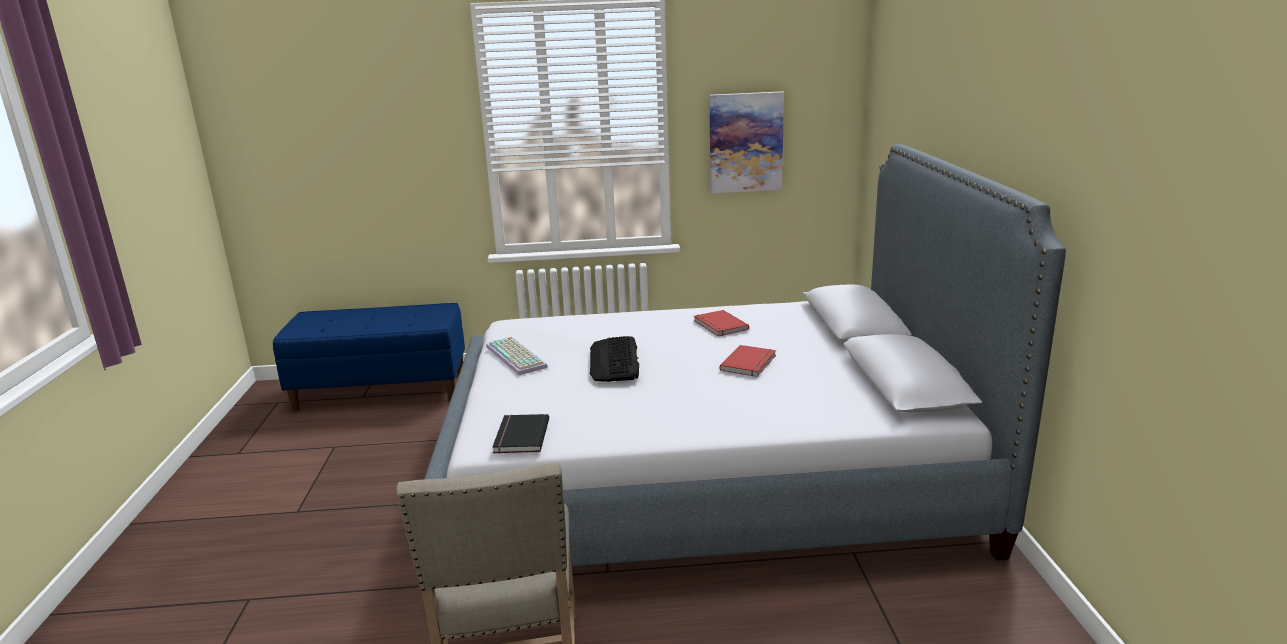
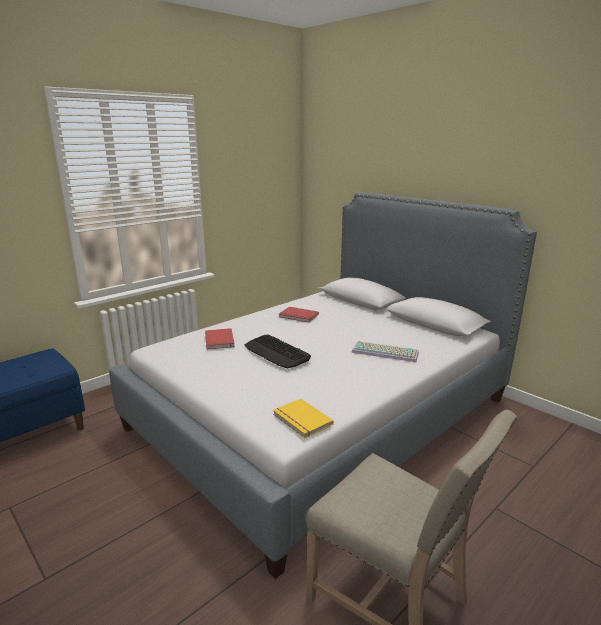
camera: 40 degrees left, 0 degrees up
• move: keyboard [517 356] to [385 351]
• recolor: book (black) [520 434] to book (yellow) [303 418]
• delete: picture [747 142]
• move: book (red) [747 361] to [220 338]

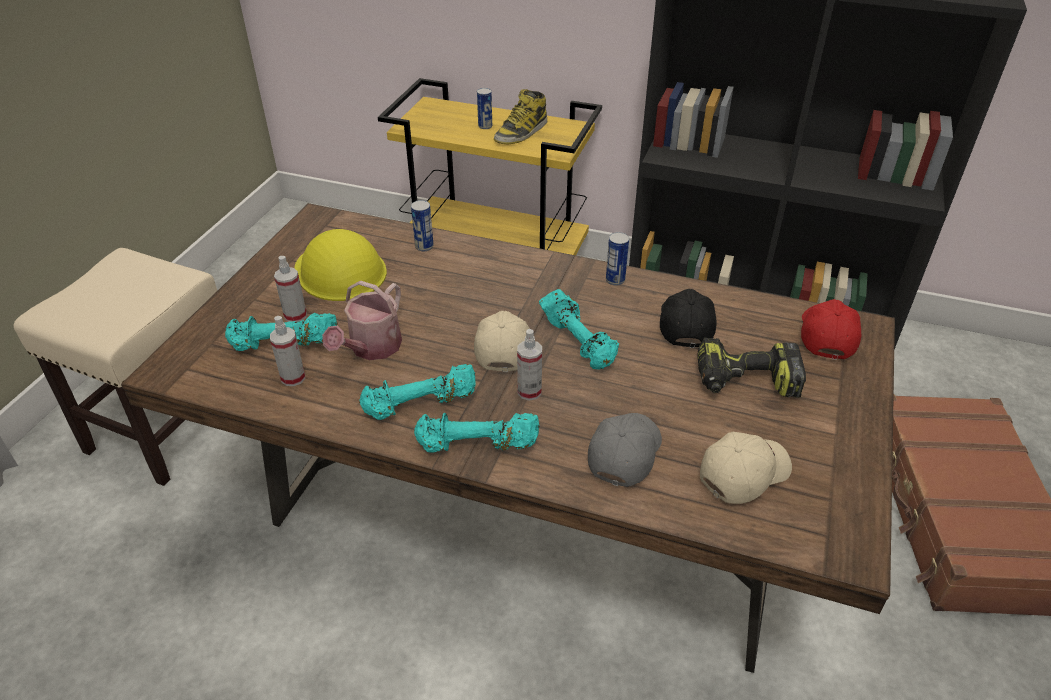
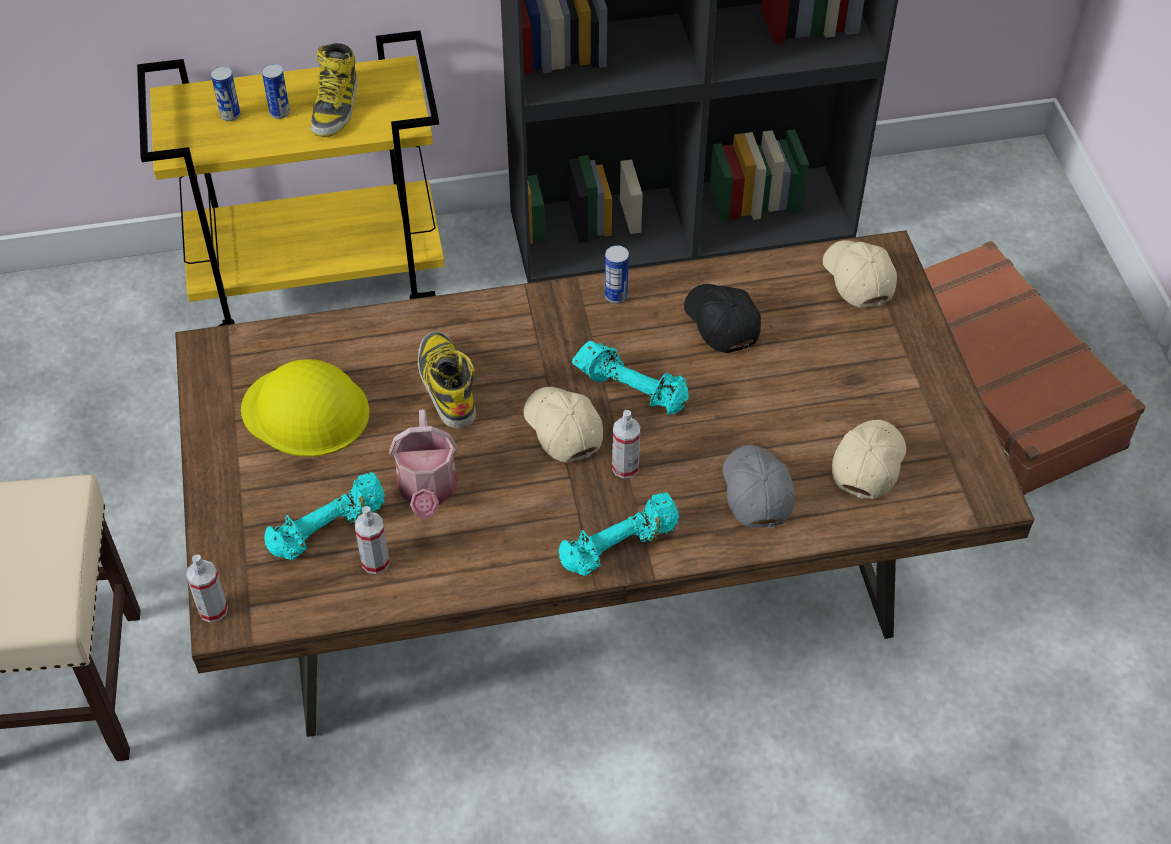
camera: 30 degrees left, 10 degrees up
• move: spray bottle [290 289] to [207 589]
• delete: dumbbell (turquoise) [417 392]
• move: can [422 225] to [225 93]
• delete: power drill [751 368]
• recolor: cap (red) [831 329] to cap (beige) [860 274]
• insert: boot [447 380]

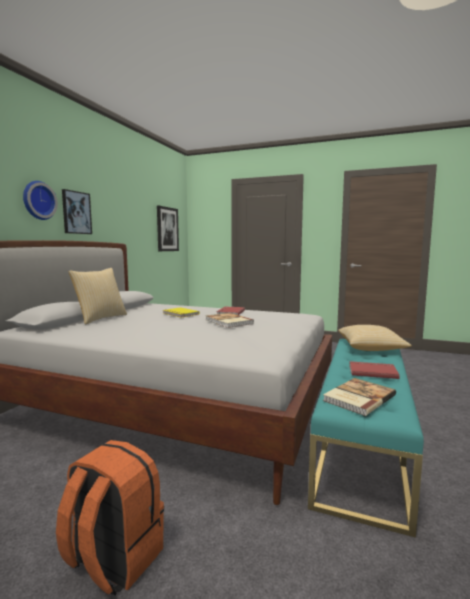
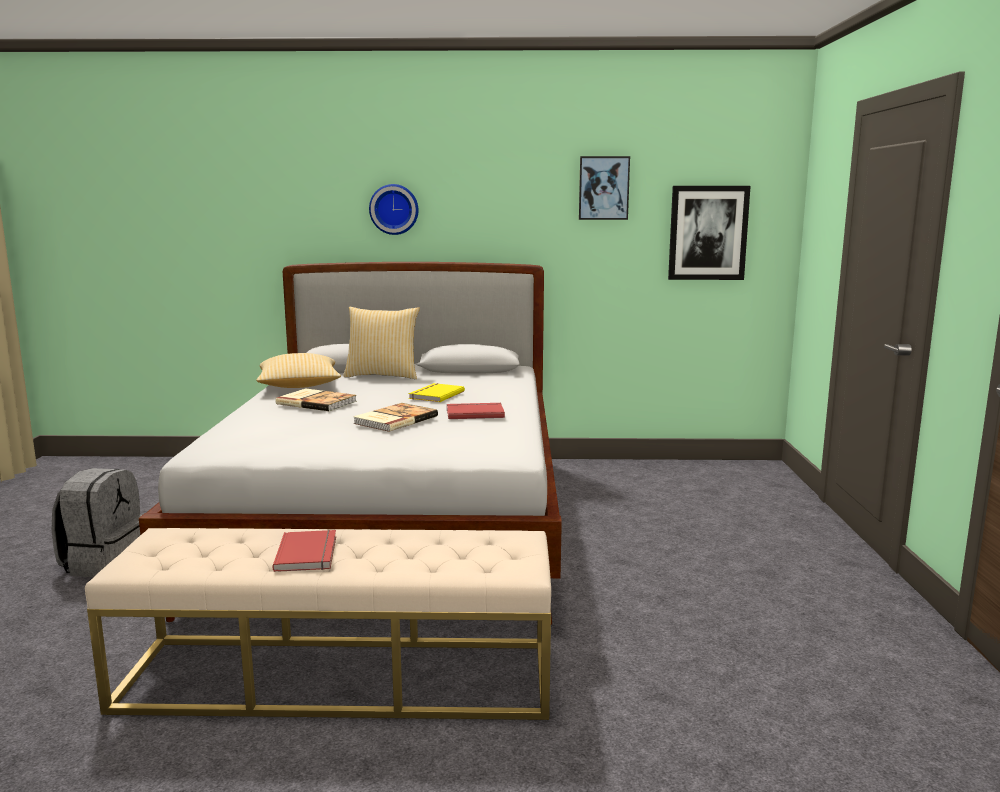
camera: 70 degrees right, 5 degrees up
• recolor: backpack (orange) [110 518] to backpack (grey) [97 522]
• move: picture [77 211] to [604 188]
• recolor: bench (turquoise) [366 438] to bench (beige) [318 624]
• move: book [359 397] to [316 399]
• move: pillow [375 338] to [298 370]

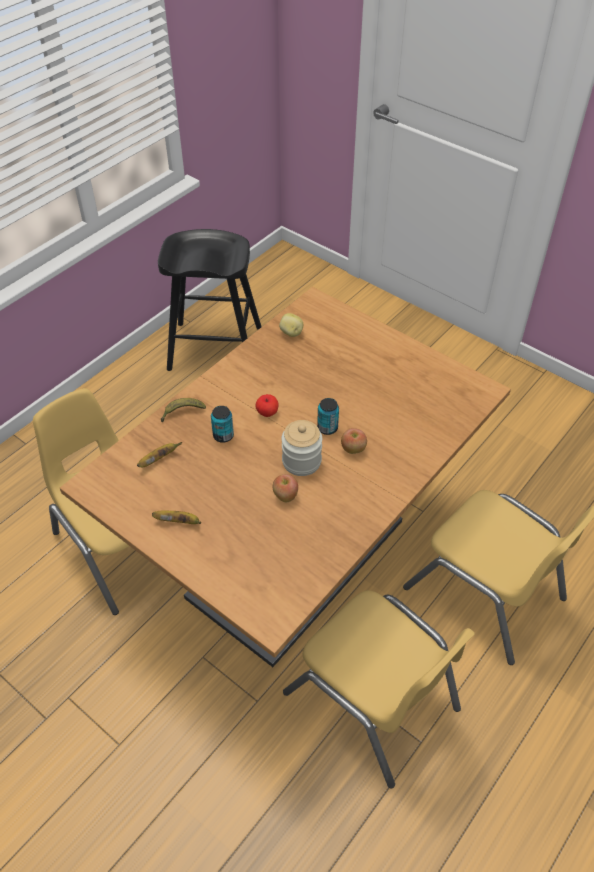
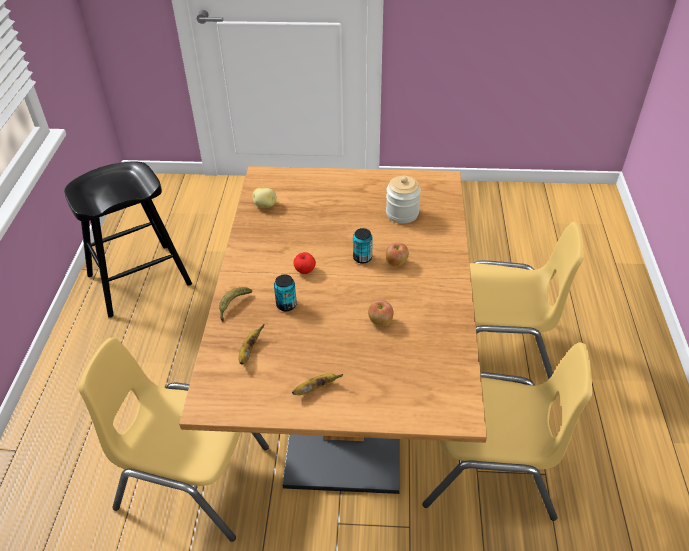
camera: 35 degrees left, 5 degrees down
• move: jar [302 448] to [403 200]

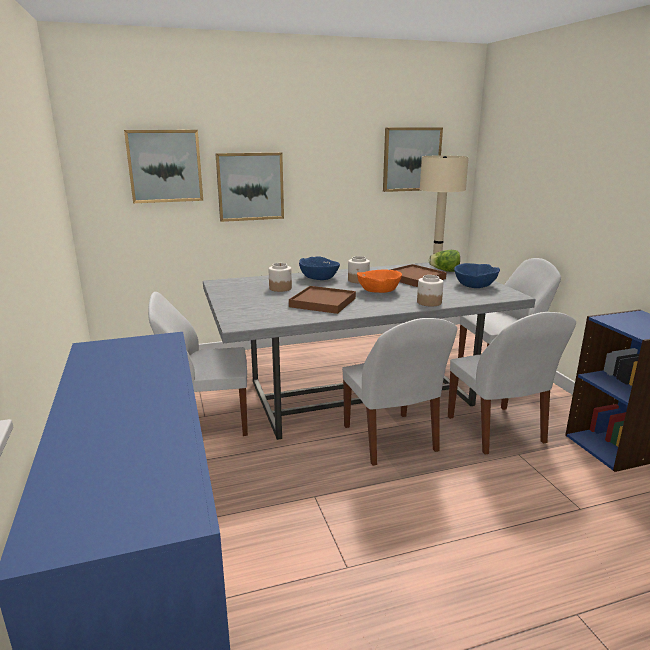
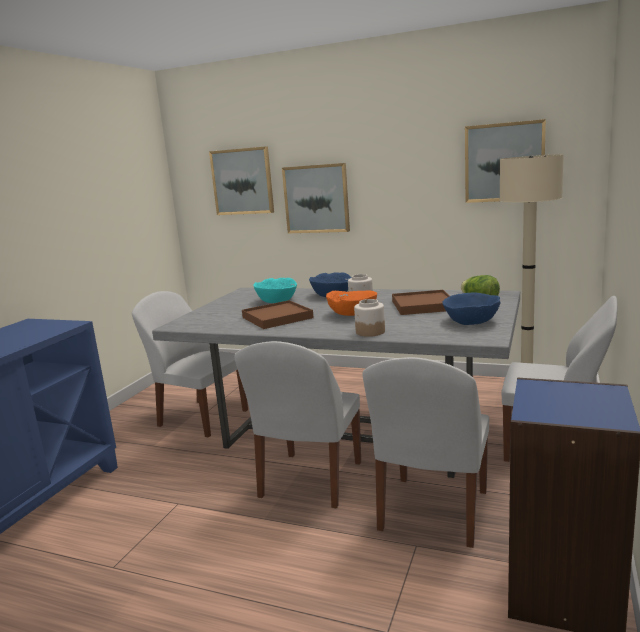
camera: 40 degrees right, 5 degrees down
• replace: jar [280 277] to bowl (turquoise) [275 290]

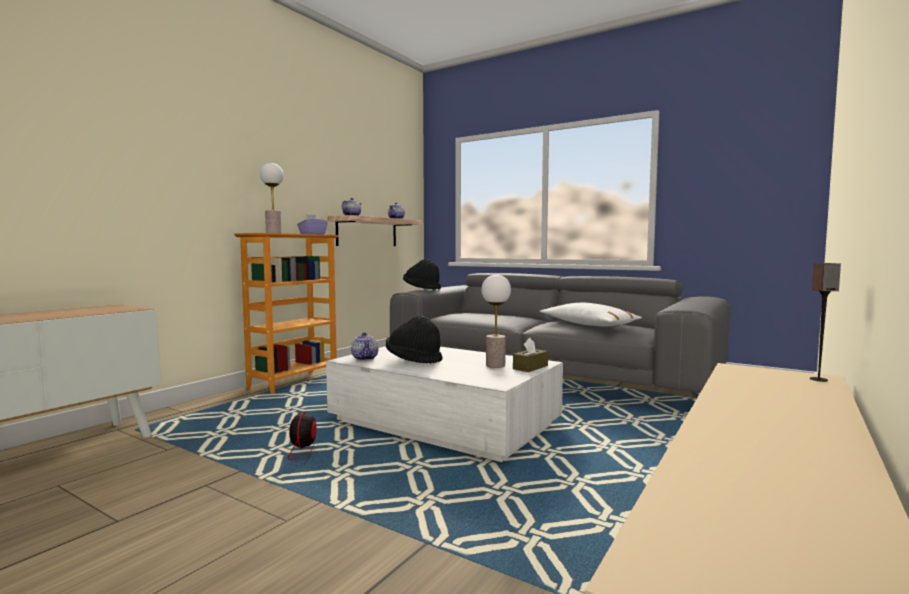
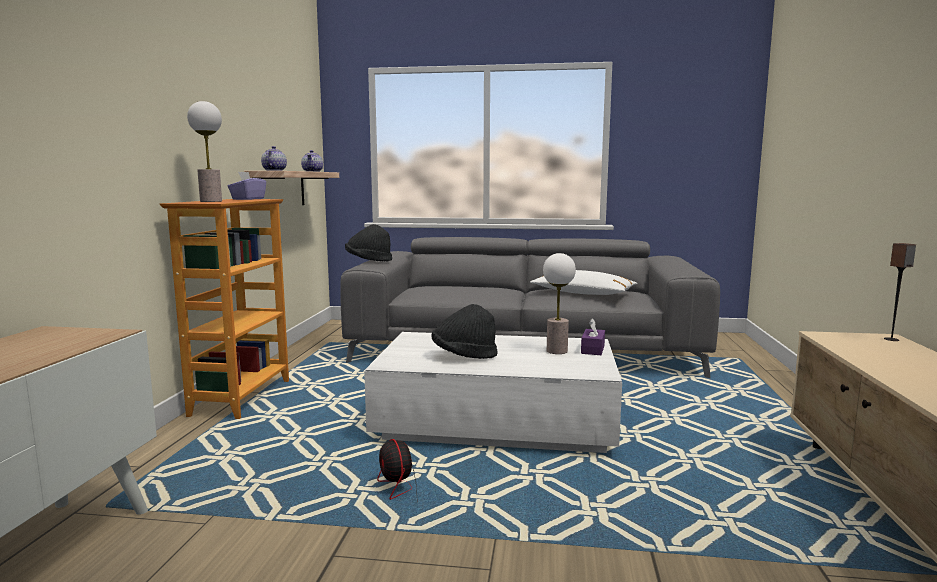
camera: 25 degrees left, 5 degrees up
• delete: teapot [364 346]
• recolor: tissue box (brown) [530 355] to tissue box (purple) [593 336]

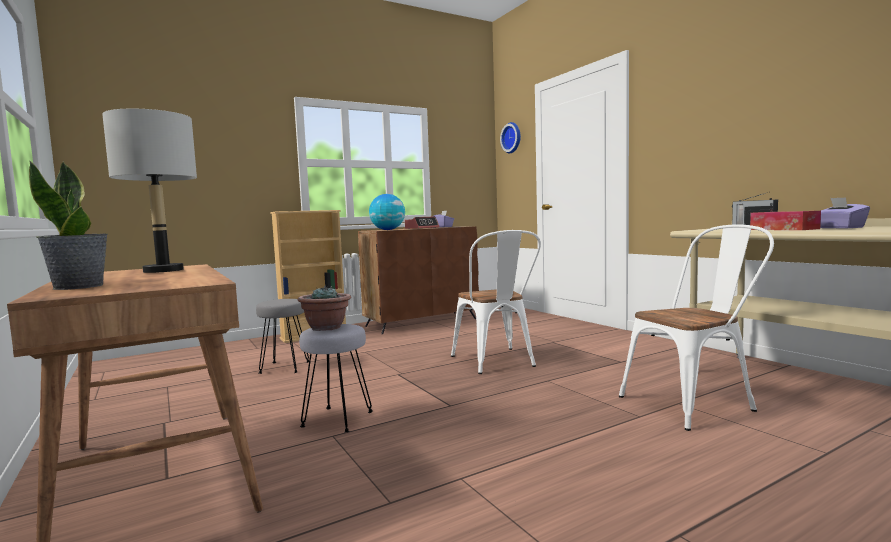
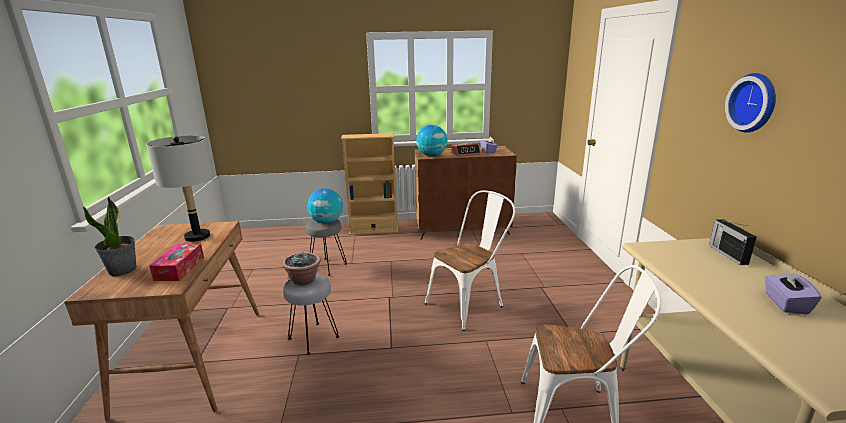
camera: 25 degrees right, 15 degrees up
• rotate: chair (white) [496 302] = [470 260] 135 degrees counterclockwise
• move: wall clock [510 137] to [750 103]
• move: tissue box [785 220] to [176 262]
• insert: globe [325 206]

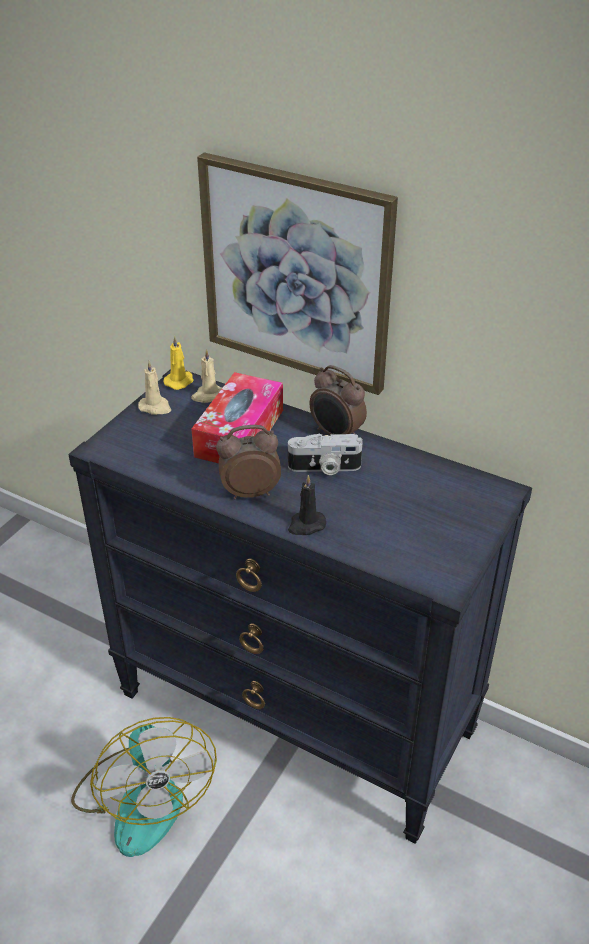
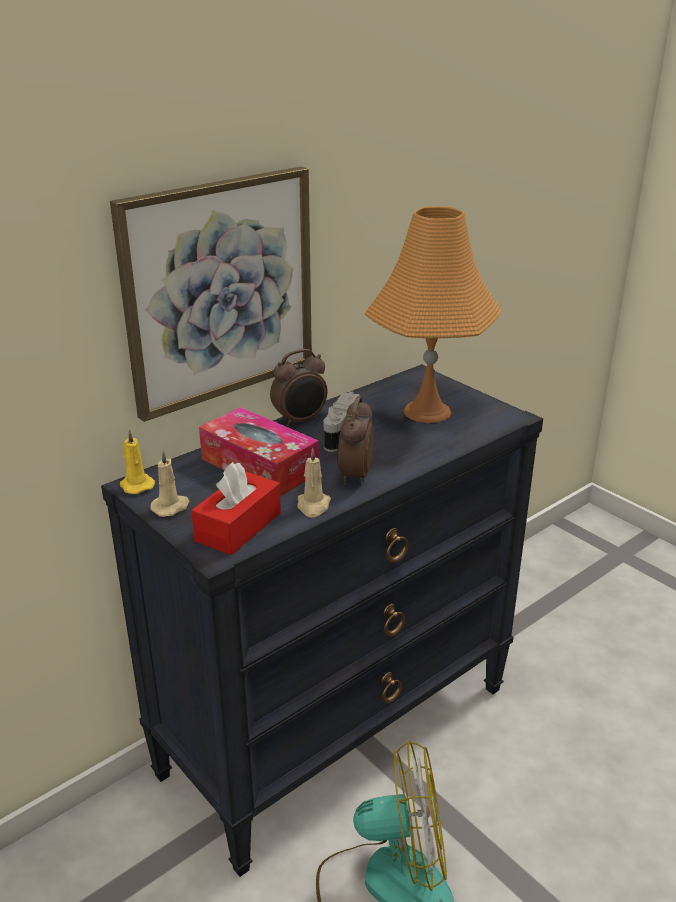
camera: 70 degrees left, 10 degrees down
• move: candle (beige) [206 376] to [314 482]
• delete: candle (black) [307 505]
• insert: tissue box (red) [236 508]
• insert: table lamp (orange) [432 314]

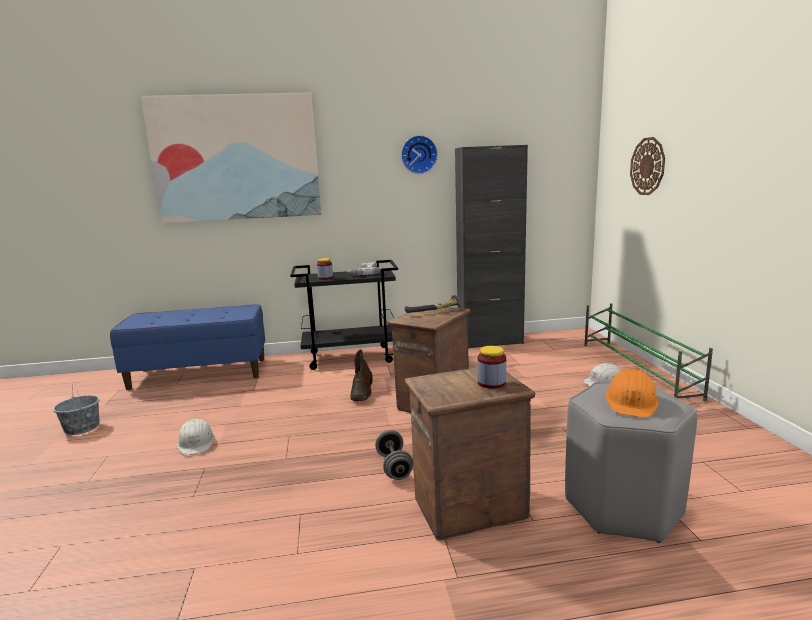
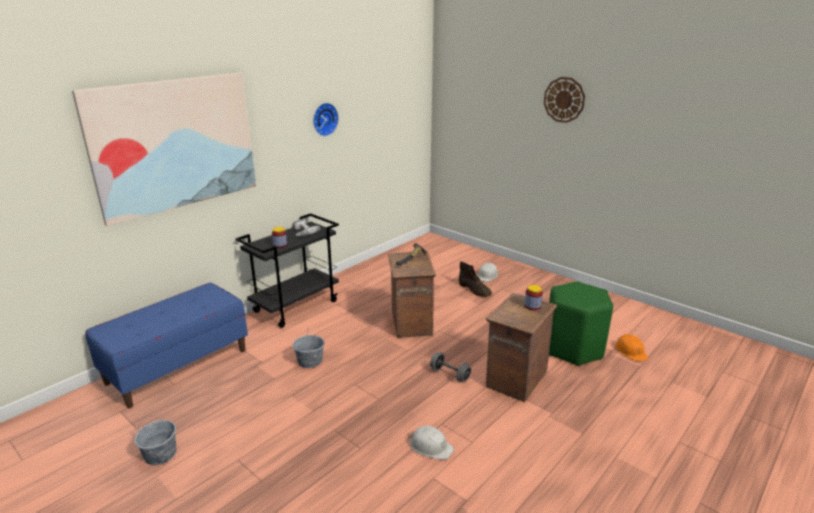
camera: 40 degrees left, 10 degrees up
• move: hard hat (white) [196 437] to [431 443]
• move: boot (brown) [362 375] to [475 279]
• delete: cabinet (black) [491 246]
• recolor: stool (grey) [631 462] to stool (green) [581 323]
• delete: shoe rack (green) [648 352]
• move: hard hat (orange) [632 393] to [631 348]
• move: wall clock [647 166] to [564 100]
• insert: bucket (grey) [308 348]

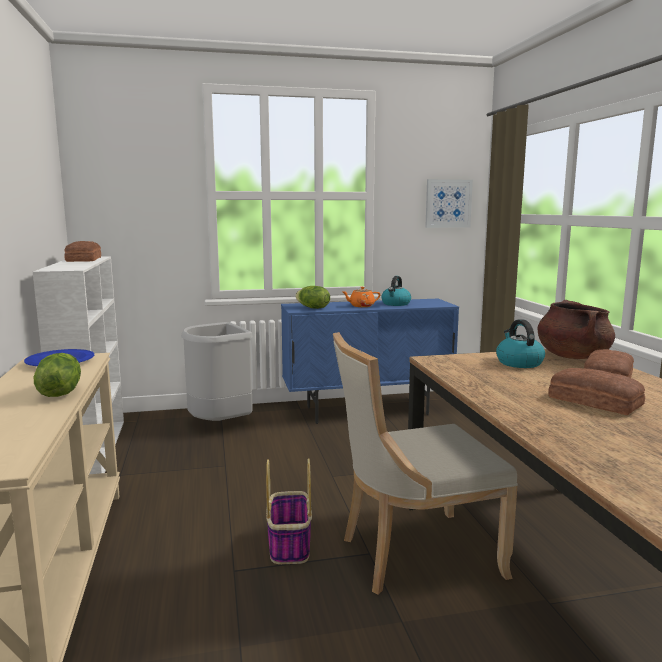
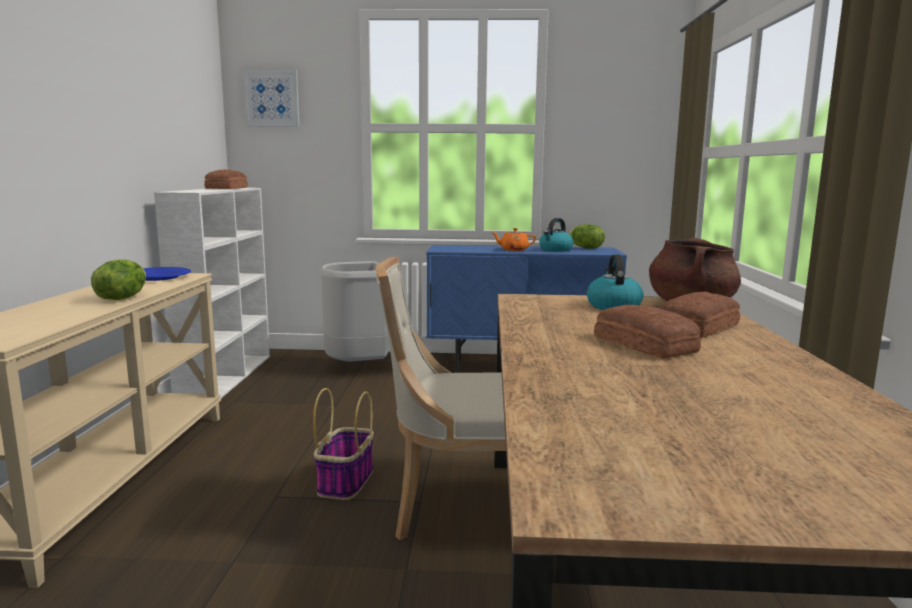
camera: 15 degrees right, 0 degrees up
• move: lettuce [313 297] to [586 236]
• move: picture [449 203] to [270 98]

